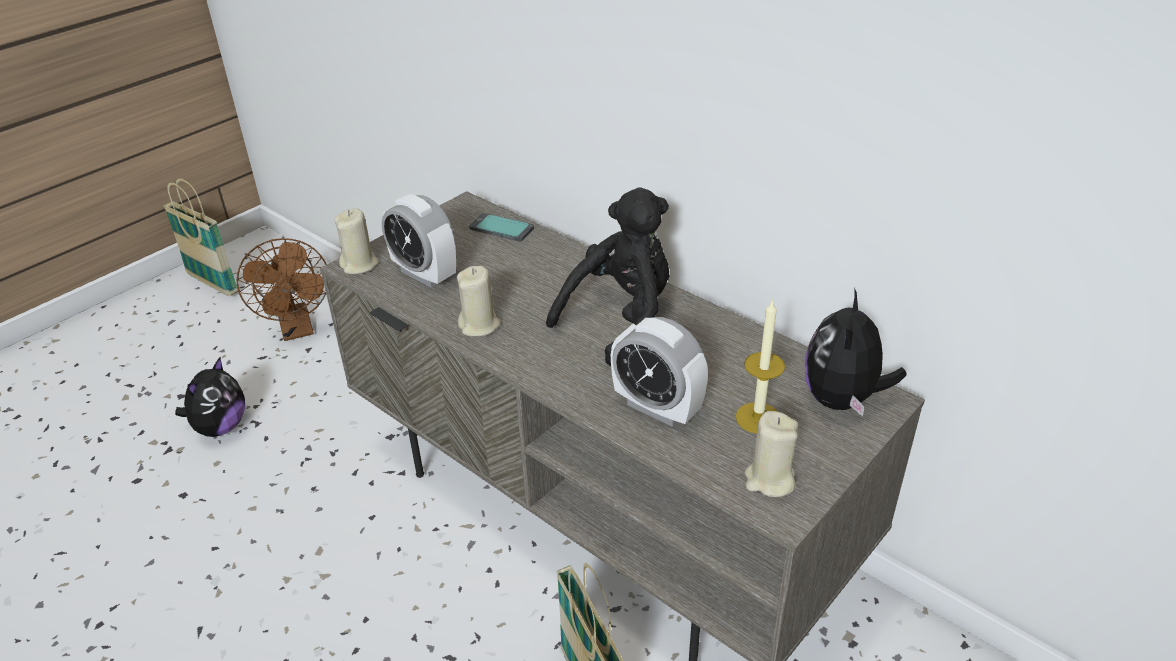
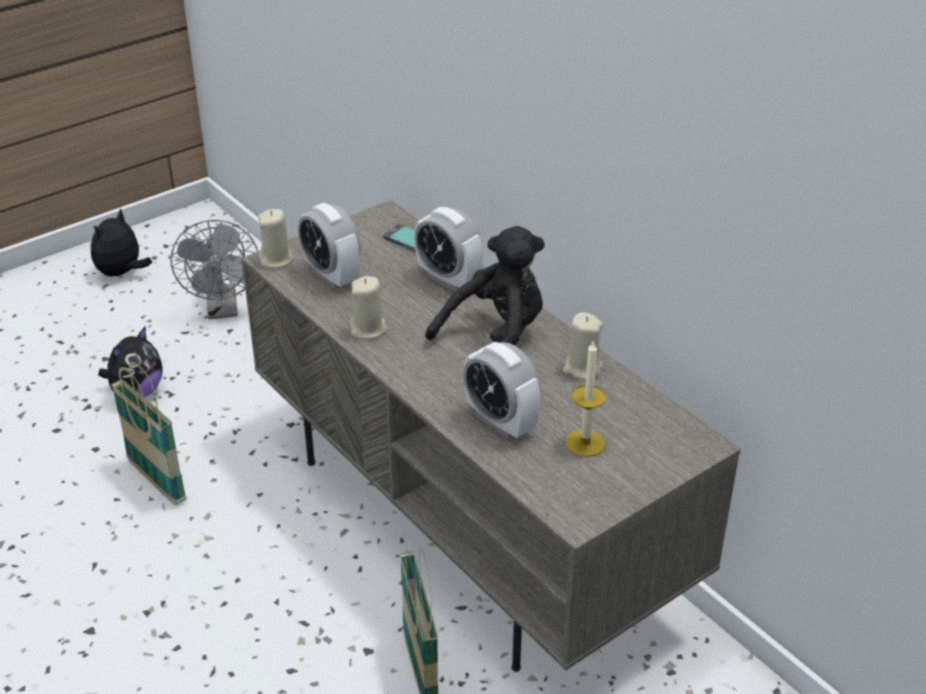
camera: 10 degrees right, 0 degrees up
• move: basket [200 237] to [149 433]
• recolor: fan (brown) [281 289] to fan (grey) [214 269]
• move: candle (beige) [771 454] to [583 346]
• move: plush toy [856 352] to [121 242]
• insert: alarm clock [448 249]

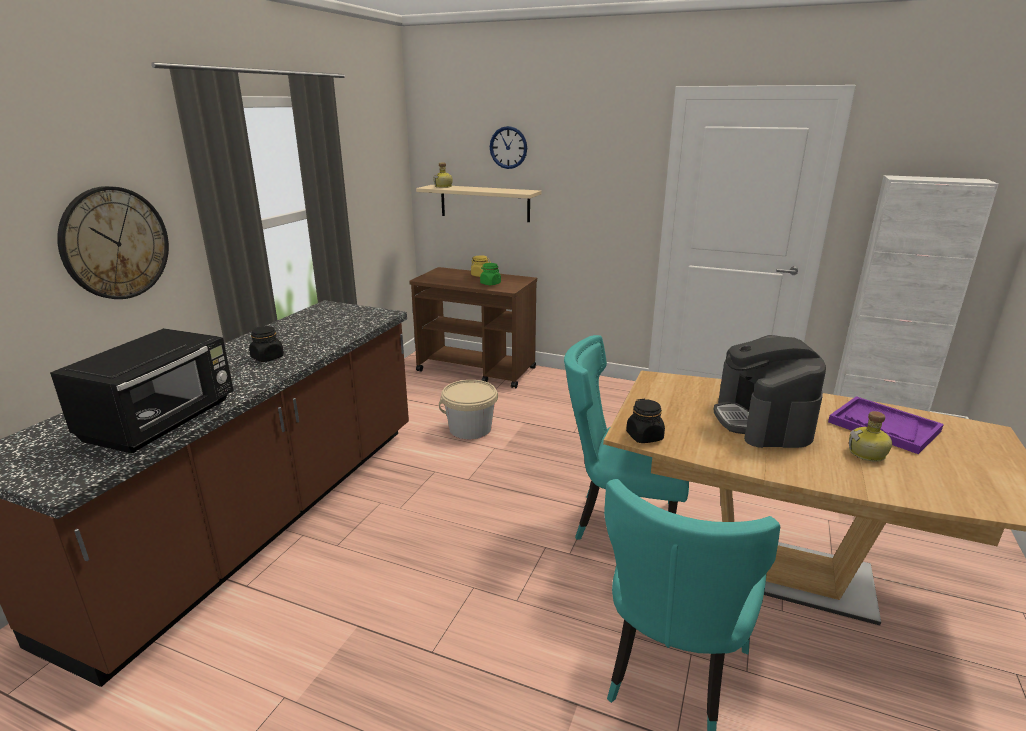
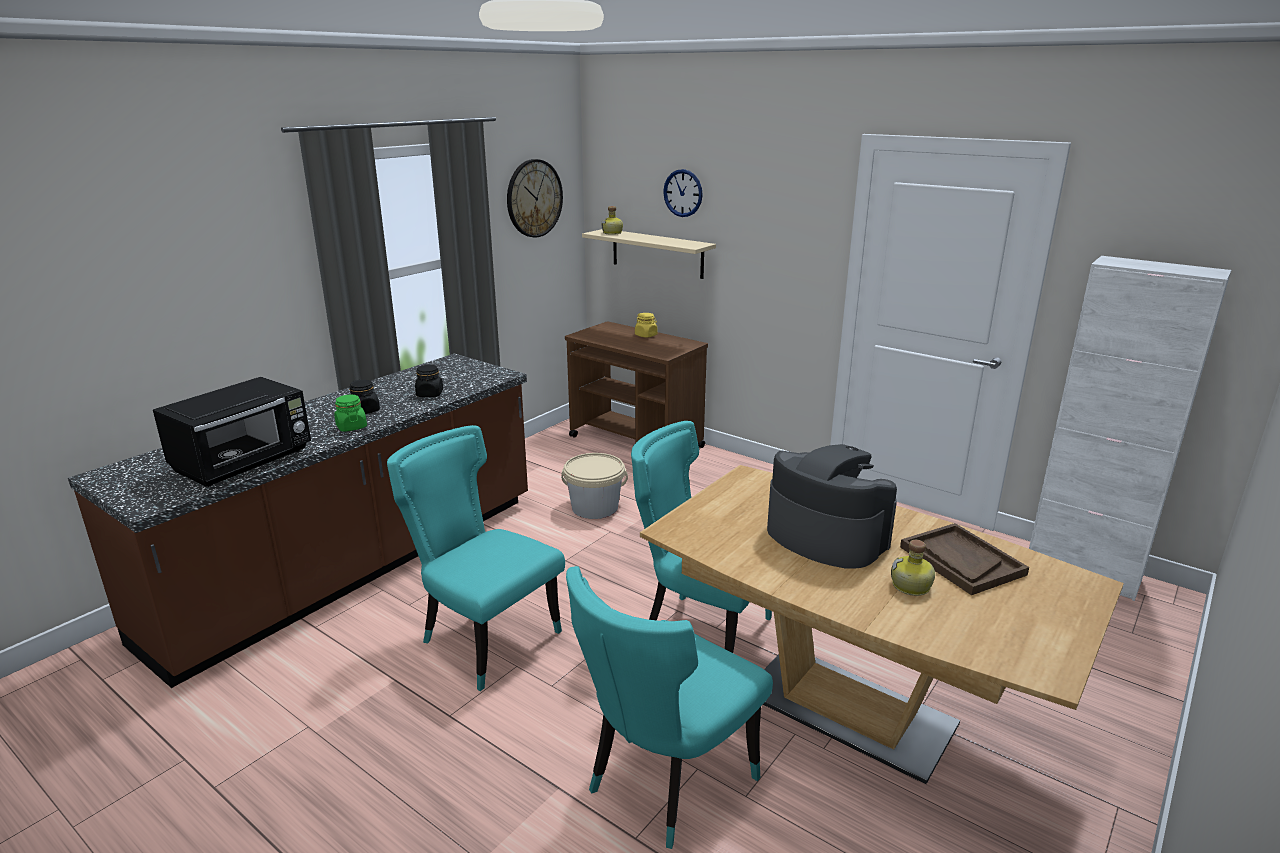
camera: 15 degrees right, 0 degrees up
• move: wall clock [113 242] to [535 198]
• move: jar (green) [490 274] to [350 413]
• move: jar (black) [645 421] to [429 380]
• rotate: coffee machine [770 391] = [832 506] 120 degrees clockwise
• recolor: tray (purple) [886 425] to tray (brown) [964 559]
• insert: chair (turquoise) [476 558]

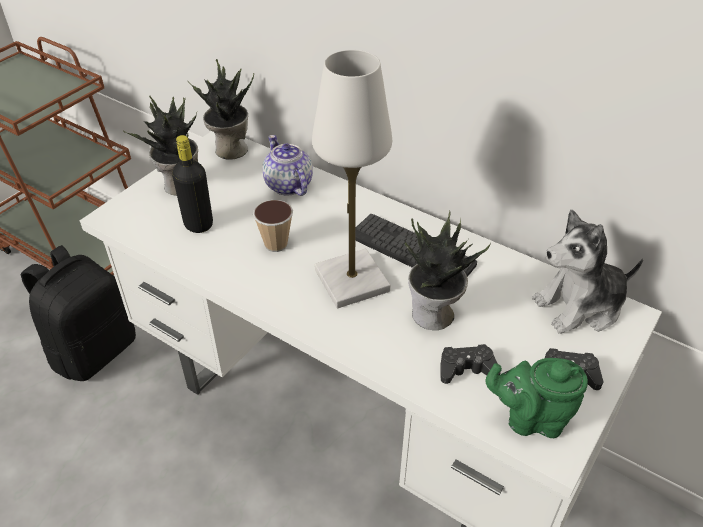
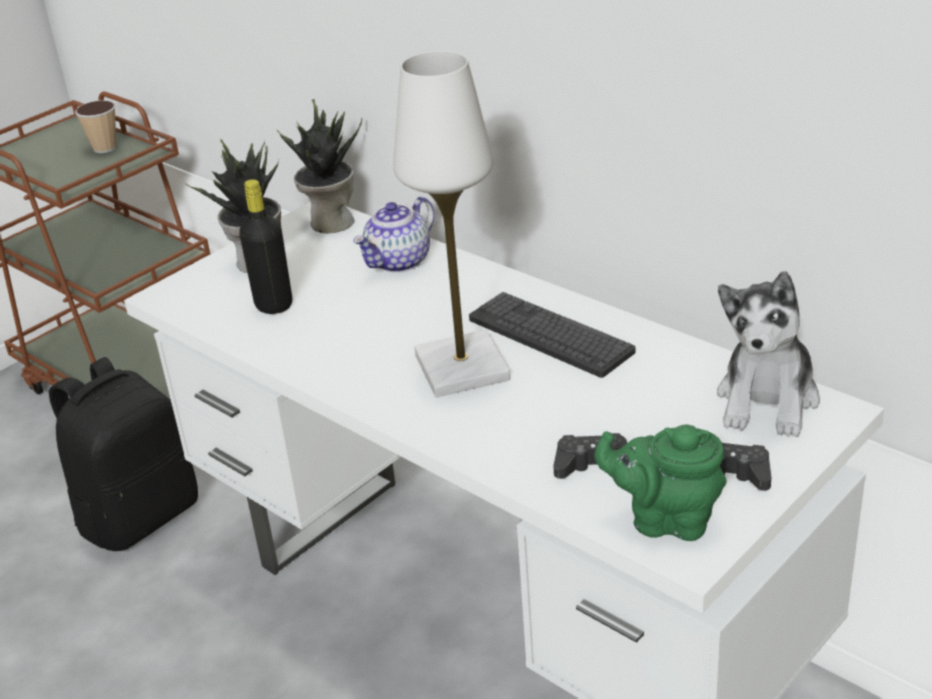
camera: 10 degrees right, 10 degrees down
• move: cup [273 226] to [96 126]
• rotate: teapot [287 165] = [393 235] 120 degrees counterclockwise
• delete: potted plant [448 270]
• rotate: plush toy [587 271] = [768 354] 60 degrees counterclockwise

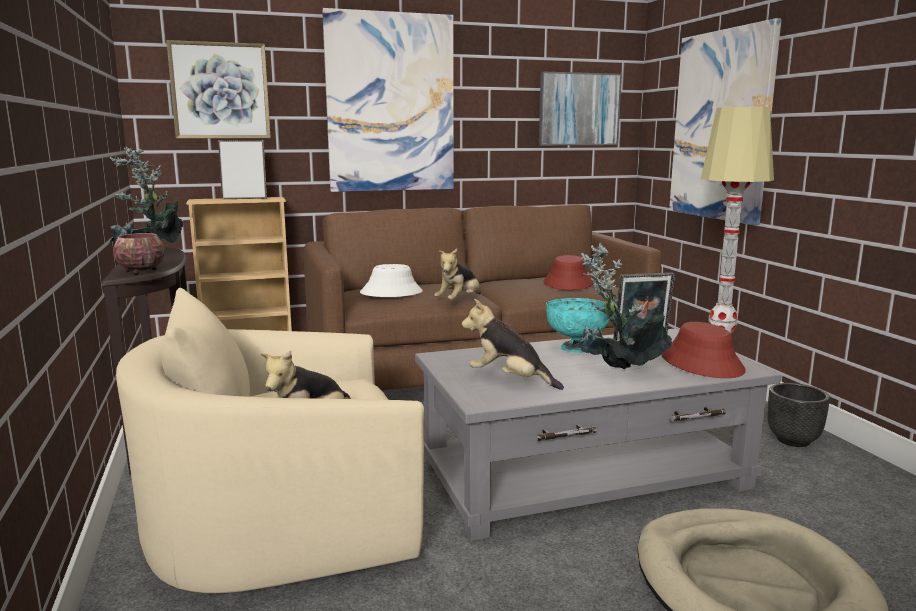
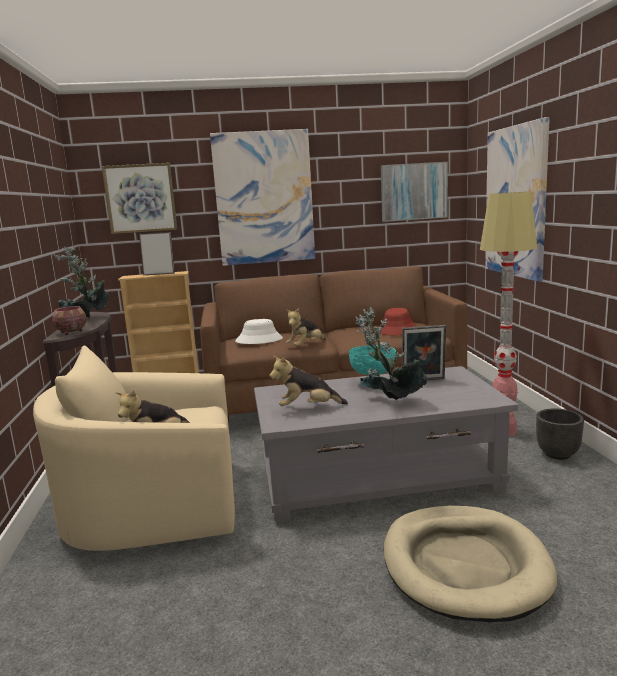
camera: 10 degrees right, 0 degrees up
• rotate: plush toy [513 344] = [308 381] 45 degrees counterclockwise
• delete: hat (red) [704 350]

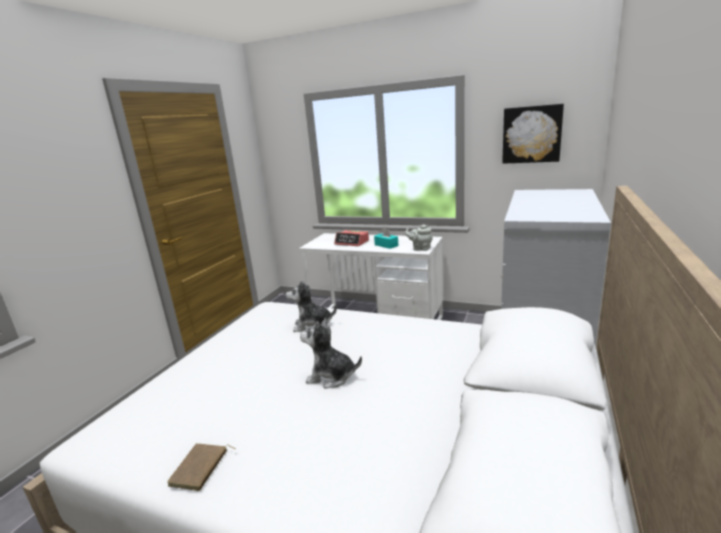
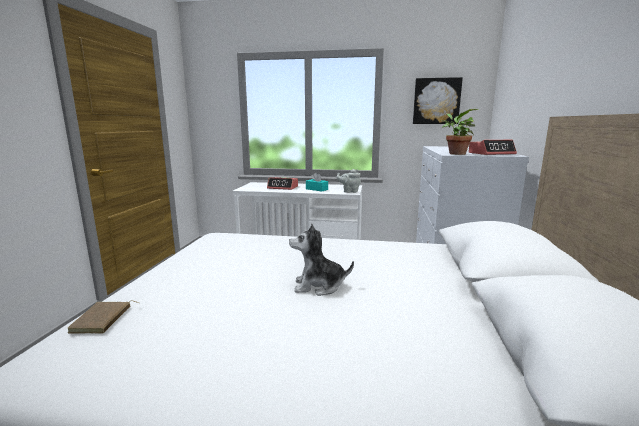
camera: 15 degrees left, 5 degrees down
• move: book (brown) [201 467] to [103 316]
• delete: plush toy [311 306]
• insert: potted plant [460 132]
• insert: alarm clock [492 147]

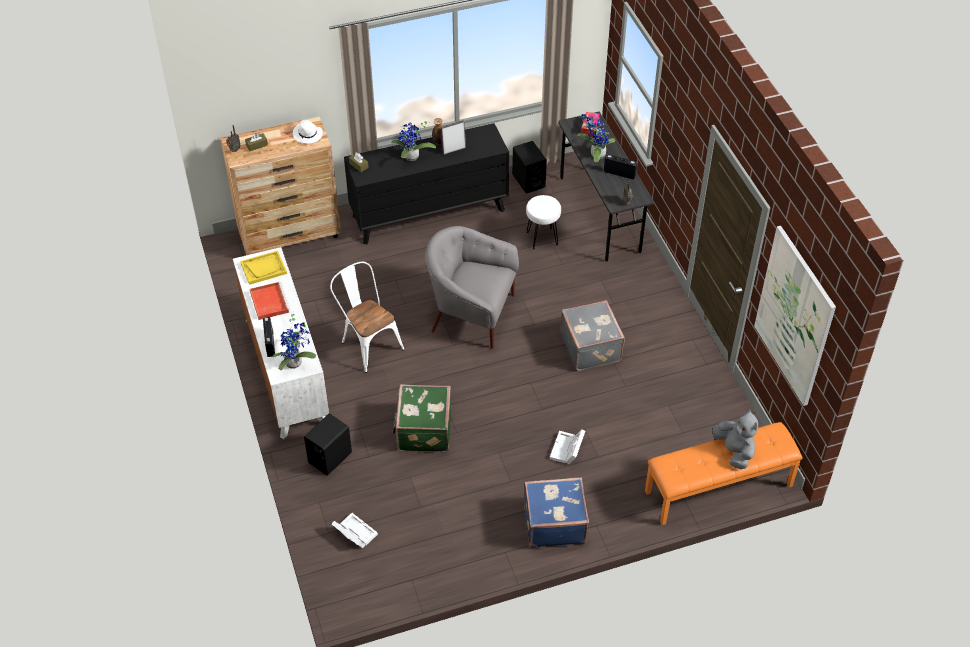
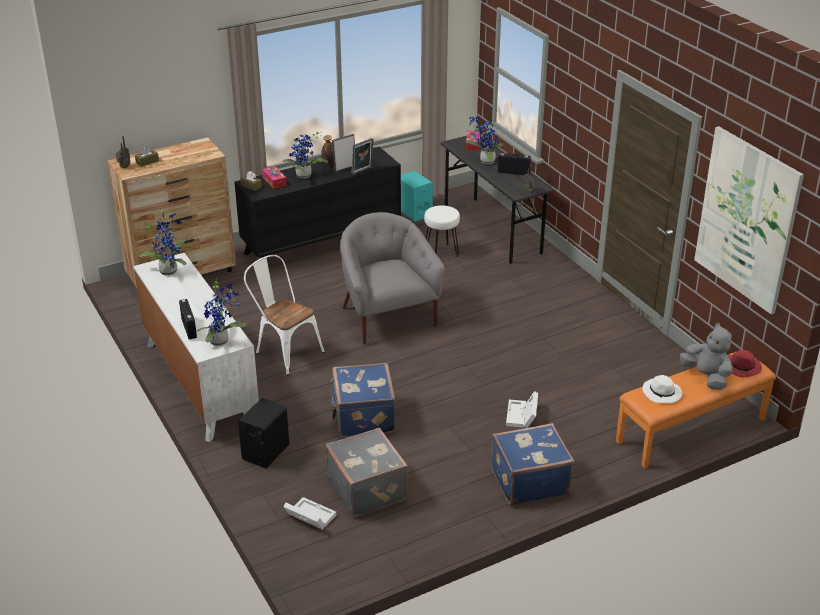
camera: 10 degrees left, 15 degrees down
• replace: tray (yellow) [263 268] to potted plant [163 244]
• delete: tray (red) [270 301]
• move: hat (white) [308 132] to [662 389]
• recolor: suitcase (green) [422 418] to suitcase (blue) [363 400]
• rotate: armchair (grey) [472 287] = [392 278] 60 degrees clockwise
• recolor: speaker (black) [529 167] to speaker (turquoise) [417 196]
• move: suitcase (grey) [592 335] to [367 472]
• insert: tissue box [274 177]
• insert: picture frame [362 156]
• insert: hat (red) [744 363]

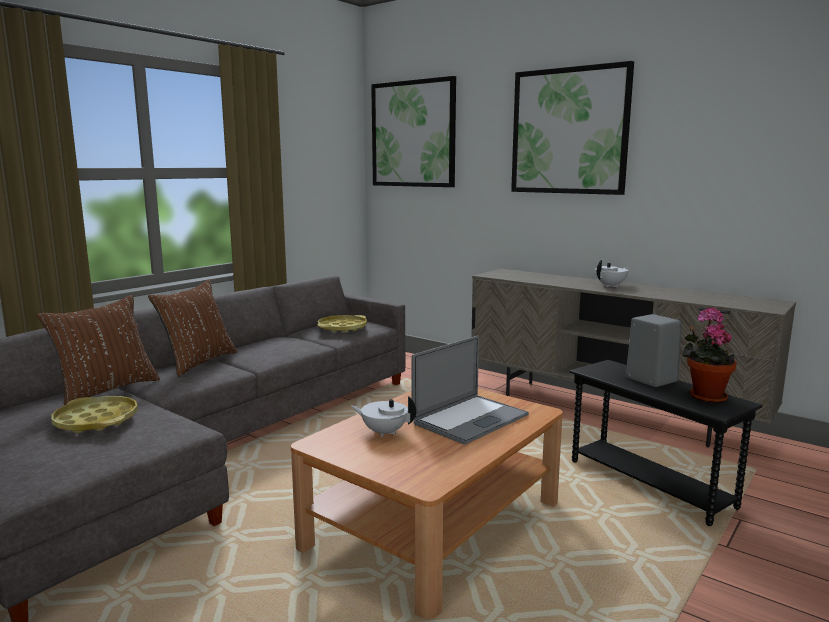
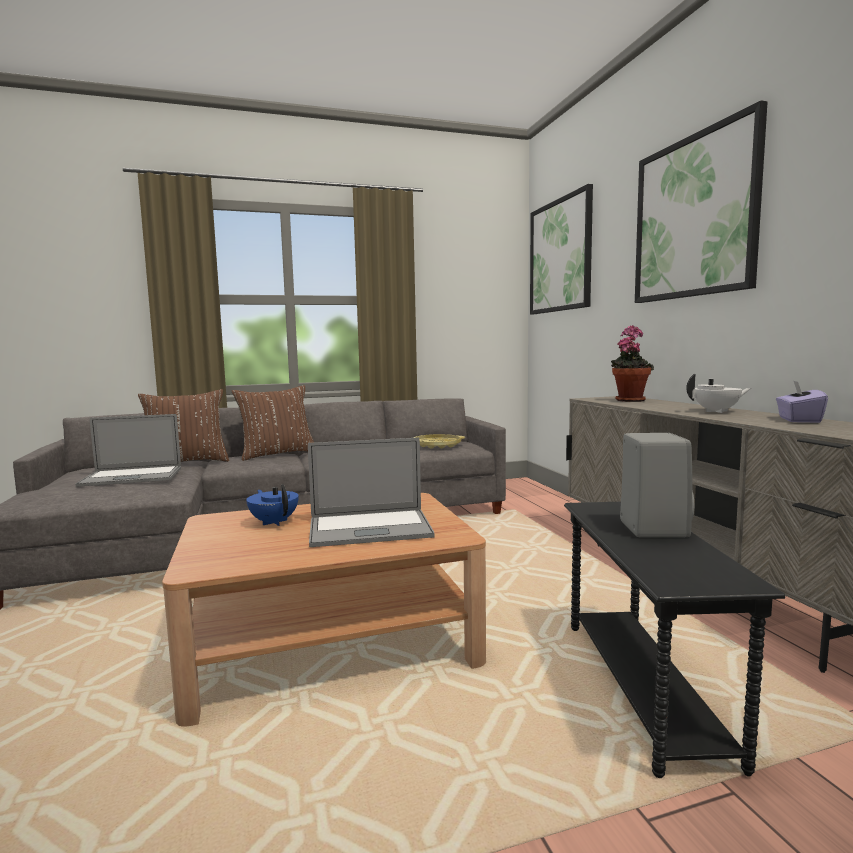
camera: 35 degrees right, 5 degrees down
• replace: tray (yellow) [94 414] to laptop [128 450]
• recolor: teapot (white) [383 416] to teapot (blue) [272 505]
• move: potted plant [710 355] to [632 363]
• insert: tissue box (purple) [802 401]

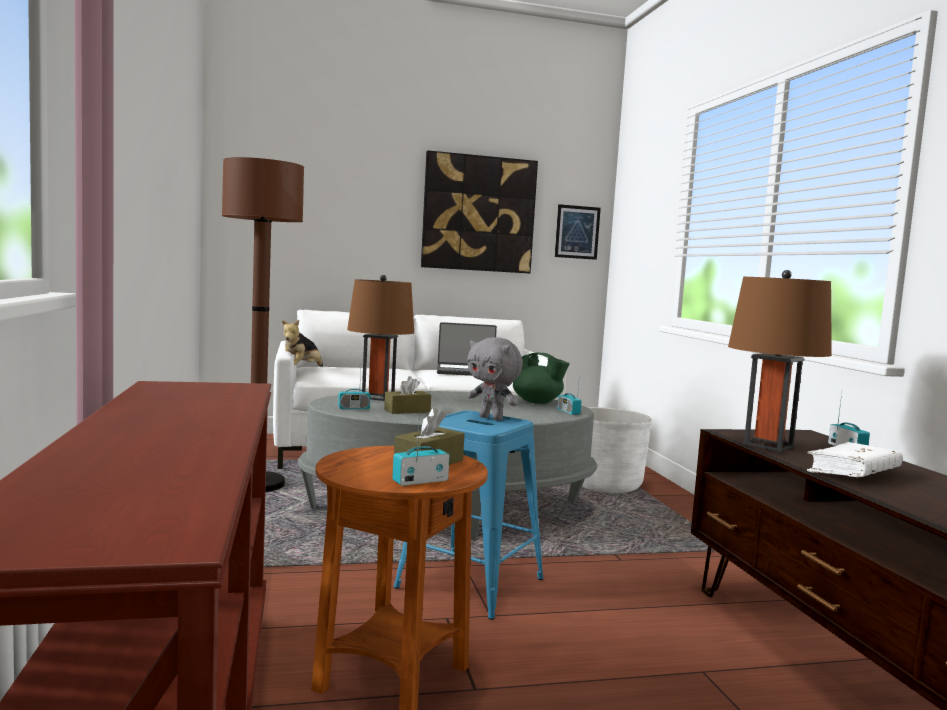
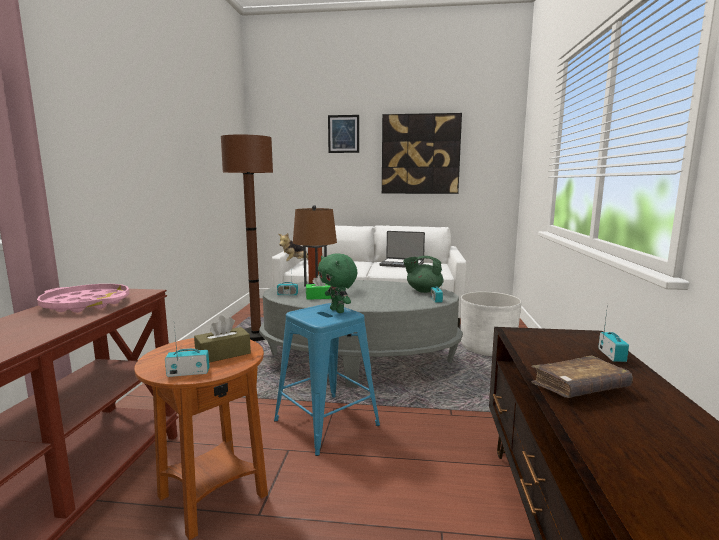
camera: 20 degrees right, 5 degrees up
• recolor: tissue box (brown) [407 395] to tissue box (green) [318 287]
• recolor: plush toy (grey) [495 379] to plush toy (green) [338 283]
• rotate: teapot (green) [541 378] = [423 274] 135 degrees clockwise
• move: picture [578 232] to [343 134]
• delete: table lamp (brown) [780 361]
• recolor: book (white) [855 459] to book (brown) [582 377]
• insert: tray (pink) [83 298]

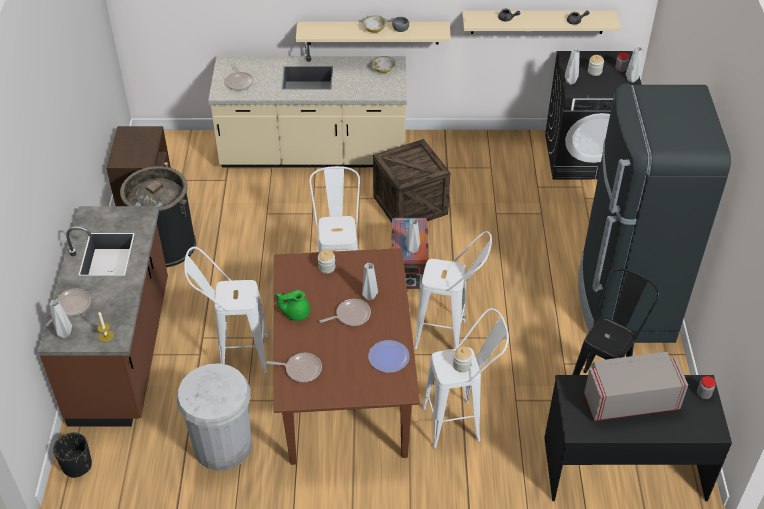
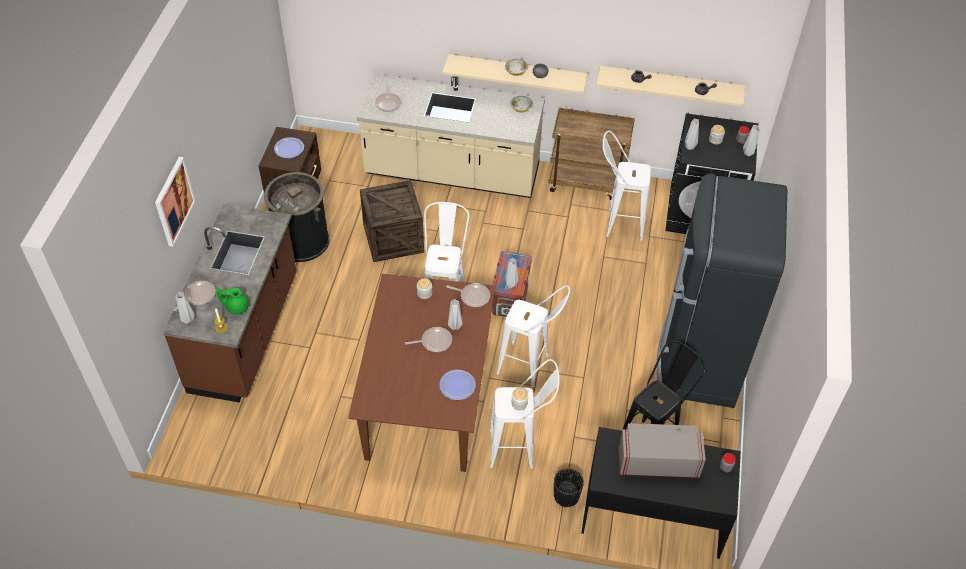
camera: 10 degrees right, 5 degrees up
• move: planter (black) [72 455] to [569 487]
• delete: trash can (white) [214 417]
• move: stool (white) [226 310] to [627 186]
• move: frying pan [294 367] to [468 295]
• move: teapot (green) [293 305] to [232 301]
• move: crate [411 180] to [392 221]
• insert: picture [175 202]
• insert: plate [289 147]
• insert: cart (brown) [592 153]

